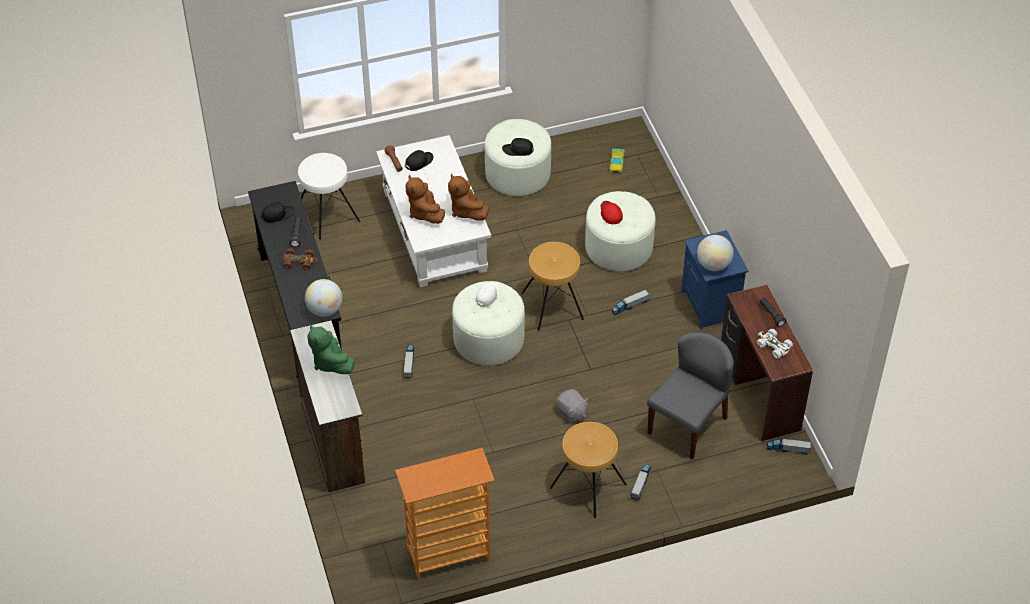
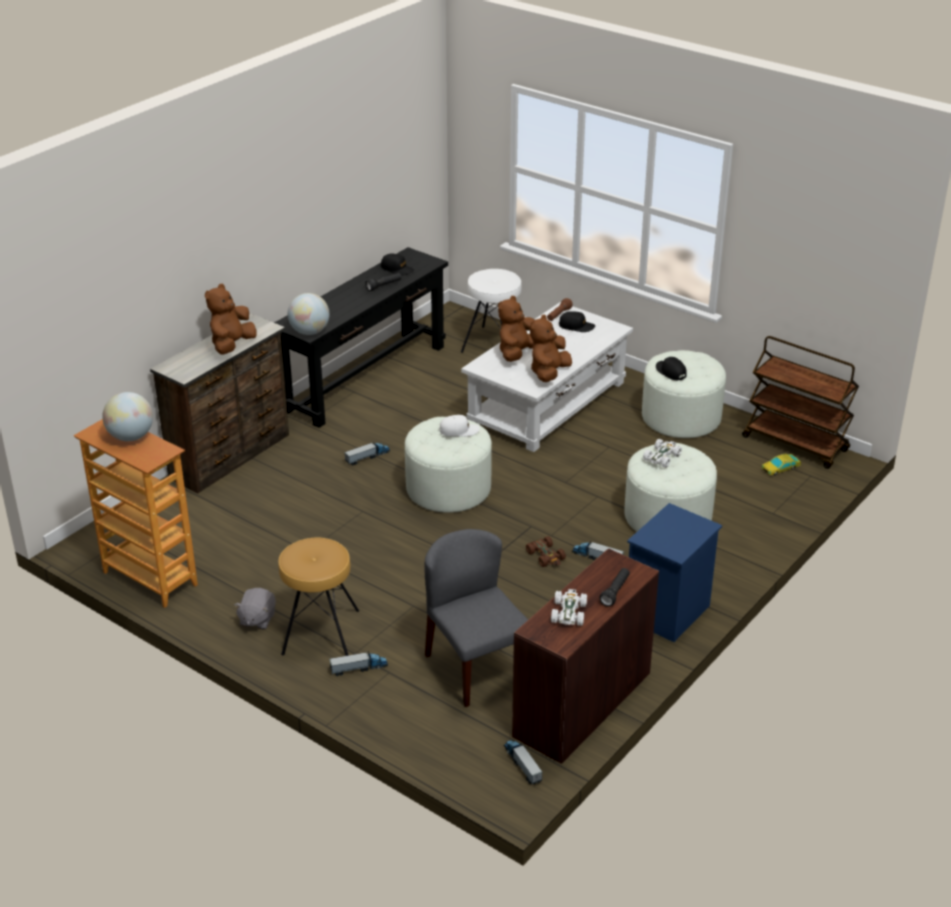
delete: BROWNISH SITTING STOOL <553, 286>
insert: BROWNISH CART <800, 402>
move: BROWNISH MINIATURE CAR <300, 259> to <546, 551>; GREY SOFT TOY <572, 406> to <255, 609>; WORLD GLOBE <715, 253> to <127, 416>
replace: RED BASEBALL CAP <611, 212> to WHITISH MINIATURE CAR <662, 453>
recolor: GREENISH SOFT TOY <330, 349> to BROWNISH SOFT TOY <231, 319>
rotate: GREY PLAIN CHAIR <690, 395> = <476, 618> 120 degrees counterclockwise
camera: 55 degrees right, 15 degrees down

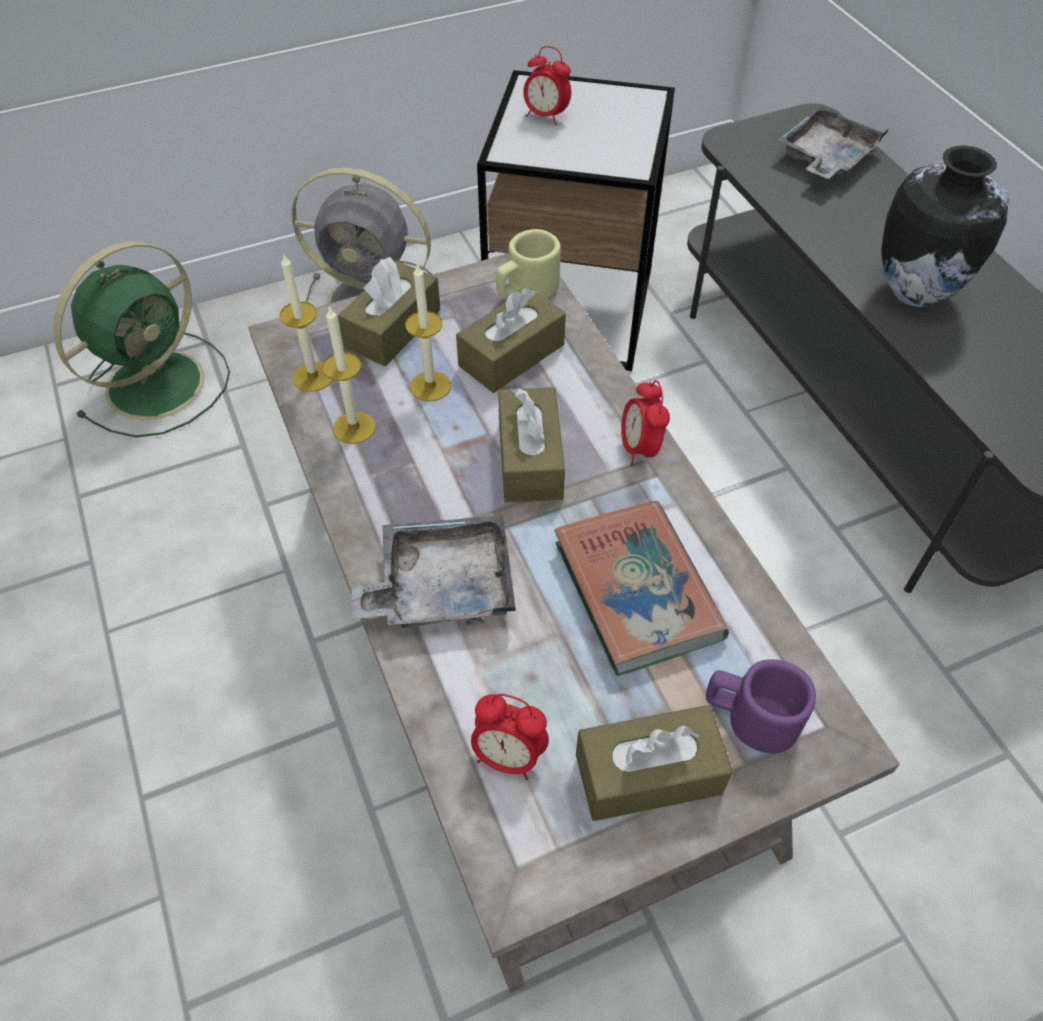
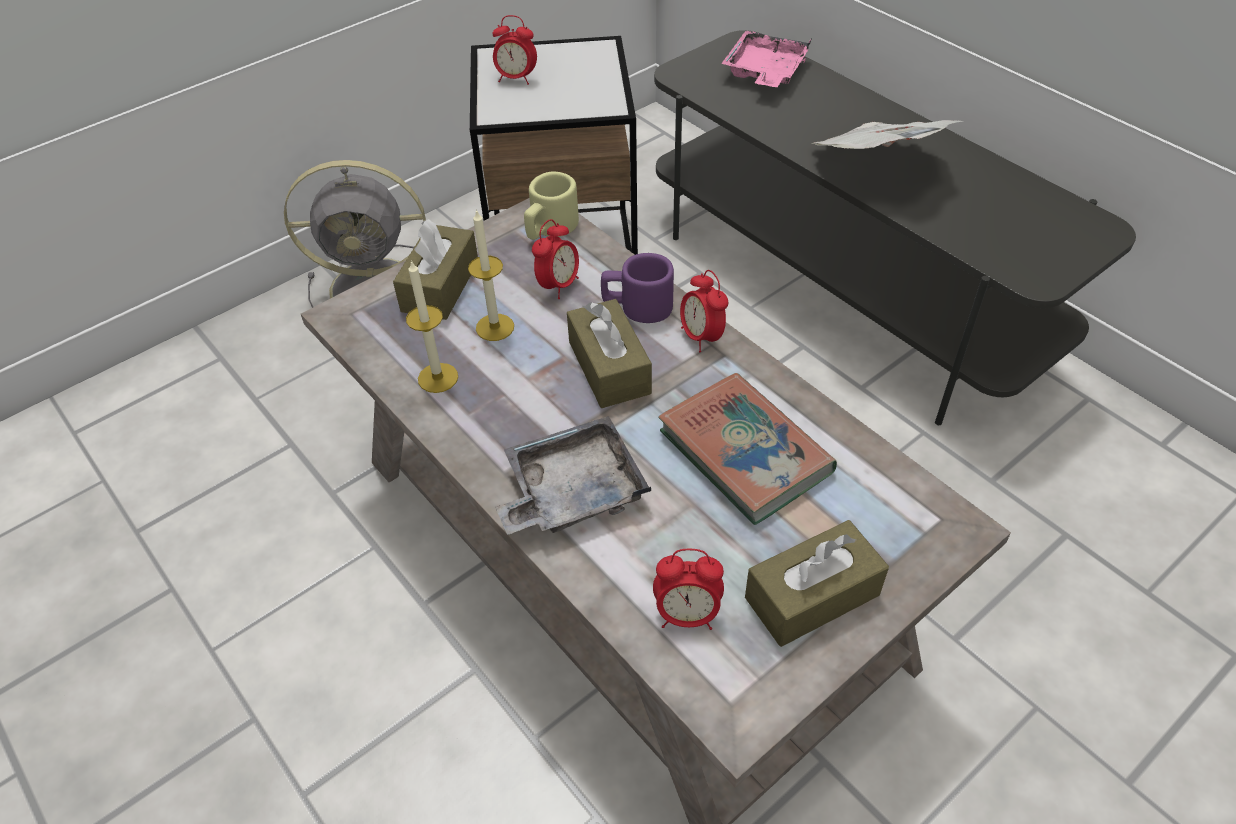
delete: GREENISH FAN <141, 339>; WAX LIGHT <306, 322>
move: PURPLISH MUG <761, 706> to <637, 288>
replace: BROWNISH TISSUE HOLDER <511, 340> to TABLE CLOCK <555, 259>; VASE <945, 226> to NEWSPAPER <888, 134>
recolor: GREY TRAY <832, 142> to PINK-COLOURED TRAY <766, 58>
camera: 15 degrees left, 5 degrees down

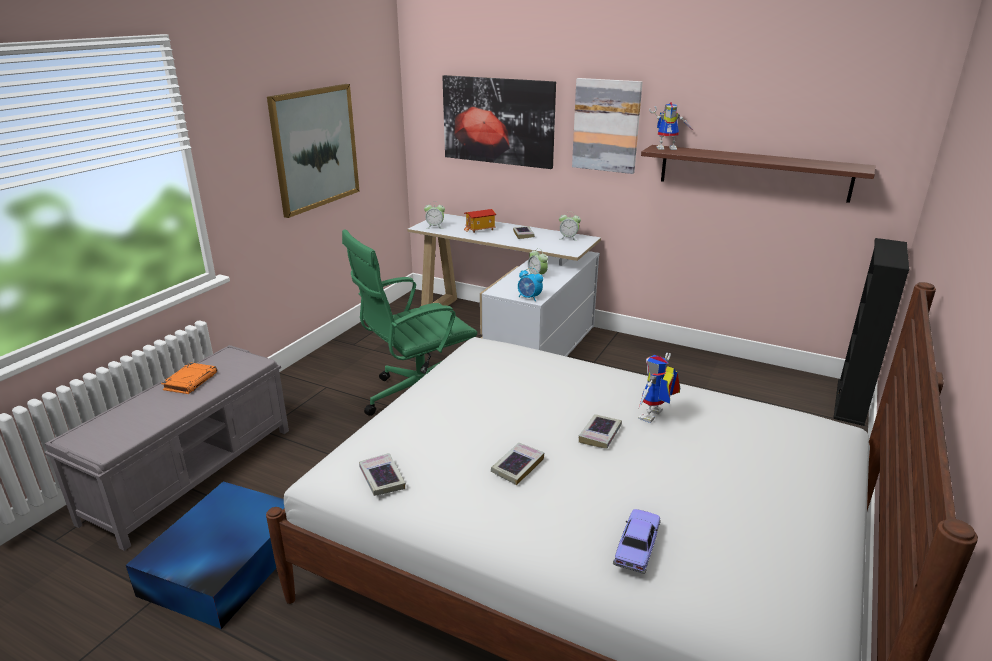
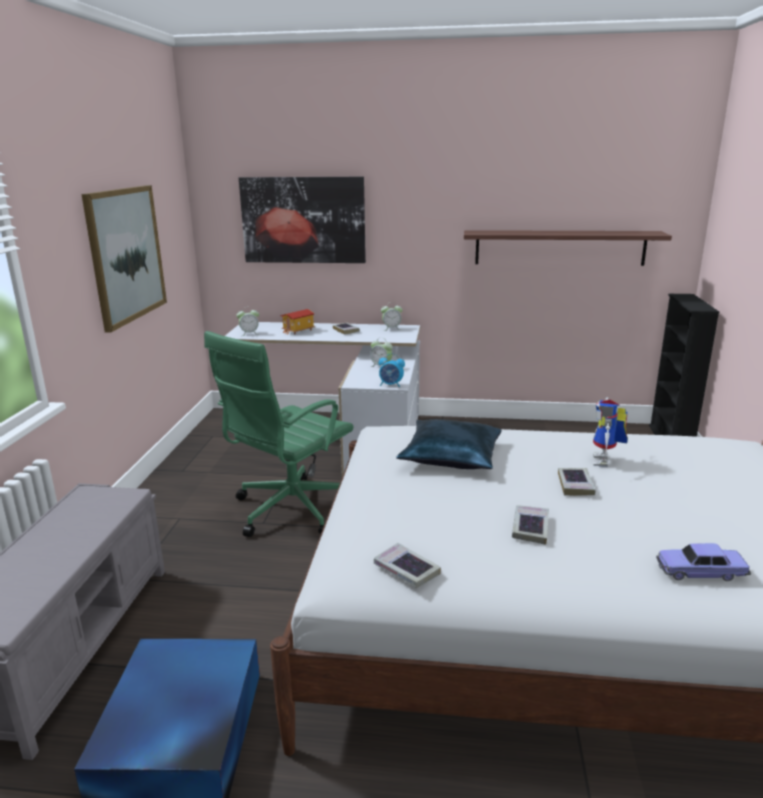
delete: ORANGE BOOK <189, 378>; WALL ART <607, 126>; ROBOT FIGURE <671, 126>
insert: BLUISH CUSHION <449, 444>
rotate: MINIATURE CAR <637, 541> = <703, 562> 90 degrees counterclockwise
camera: 20 degrees left, 5 degrees down

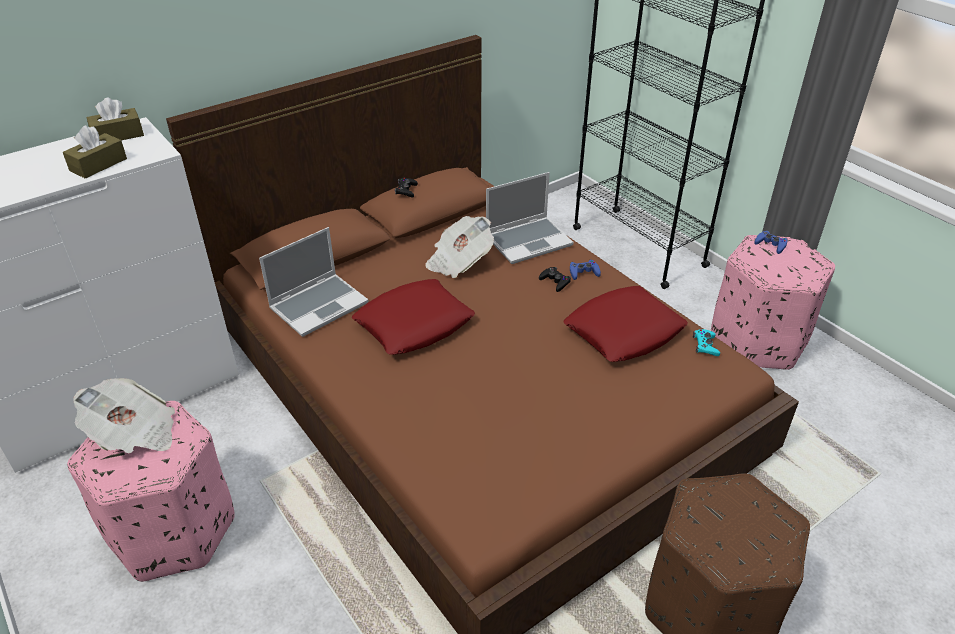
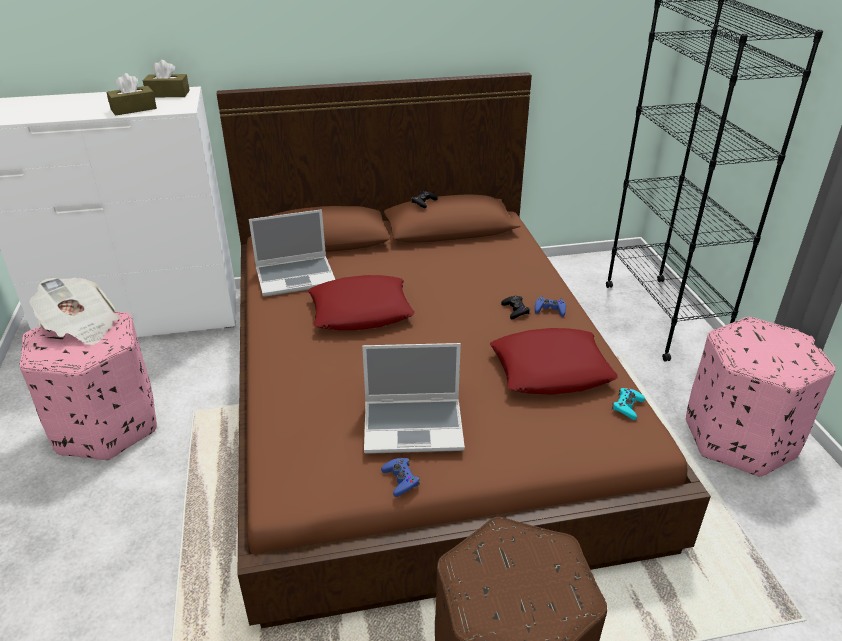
delete: NEWSPAPER <459, 247>
move: LAPTOP <530, 218> to <413, 398>; BLUISH GAME CONTROLLER <771, 242> to <400, 477>
camera: 25 degrees right, 5 degrees down

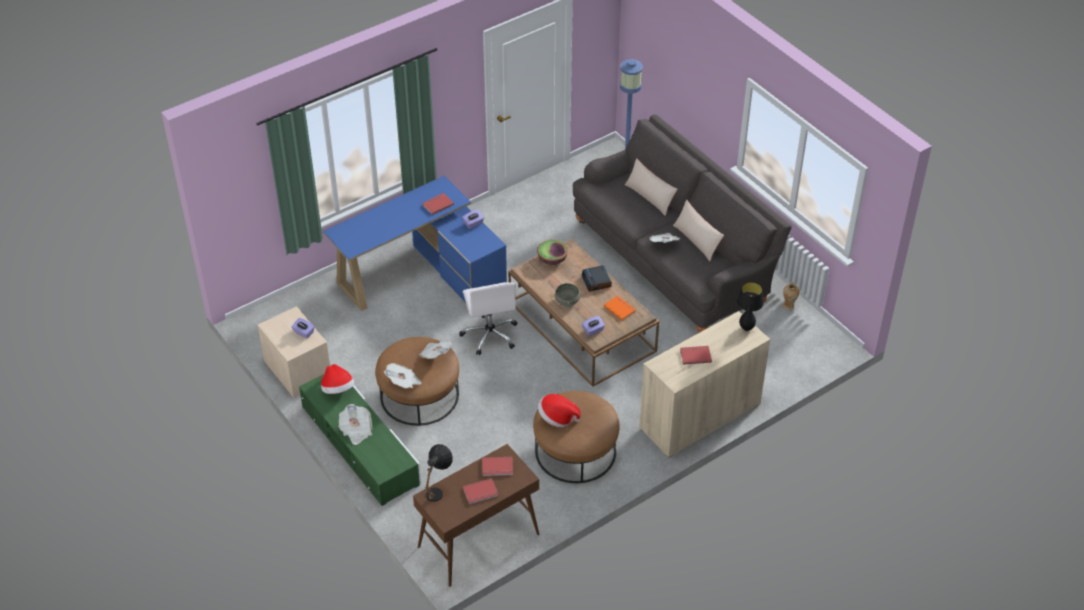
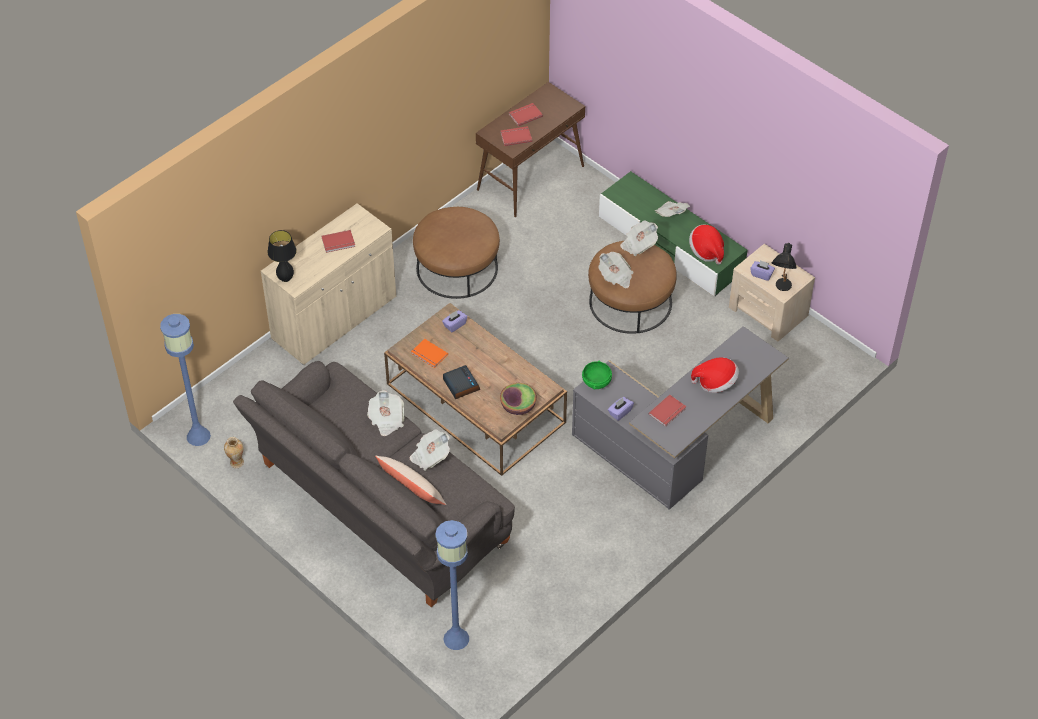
delete: WHITISH OFFICE CHAIR <488, 318>; GREY BOWL <567, 295>; SAND-COLOURED CUSHION <698, 230>
insert: BLUISH FLOOR LAMP <185, 380>; NEWSPAPER <430, 450>; GREENISH BOWL <597, 375>
move: BLACK-COLOURED TABLETOP LAMP <439, 473> to <784, 267>; WEARABLE HAT <559, 410> to <715, 375>
recolor: BLUISH DESK UNIT <415, 243> to GREY DESK UNIT <680, 418>
camera: 170 degrees right, 5 degrees up

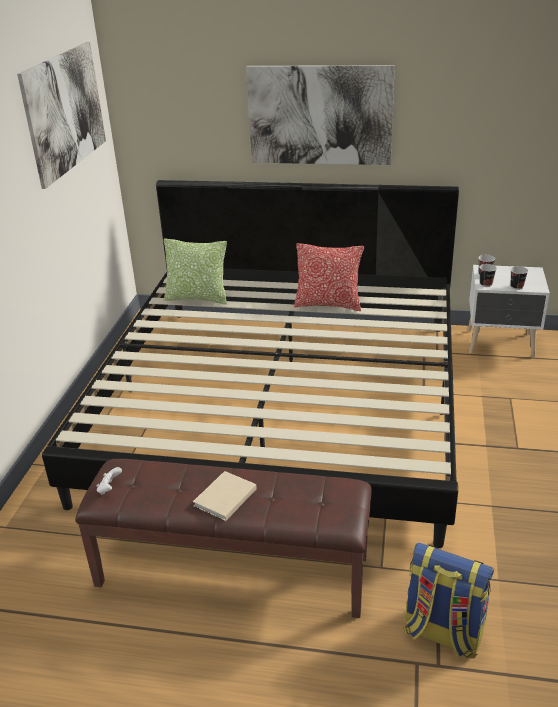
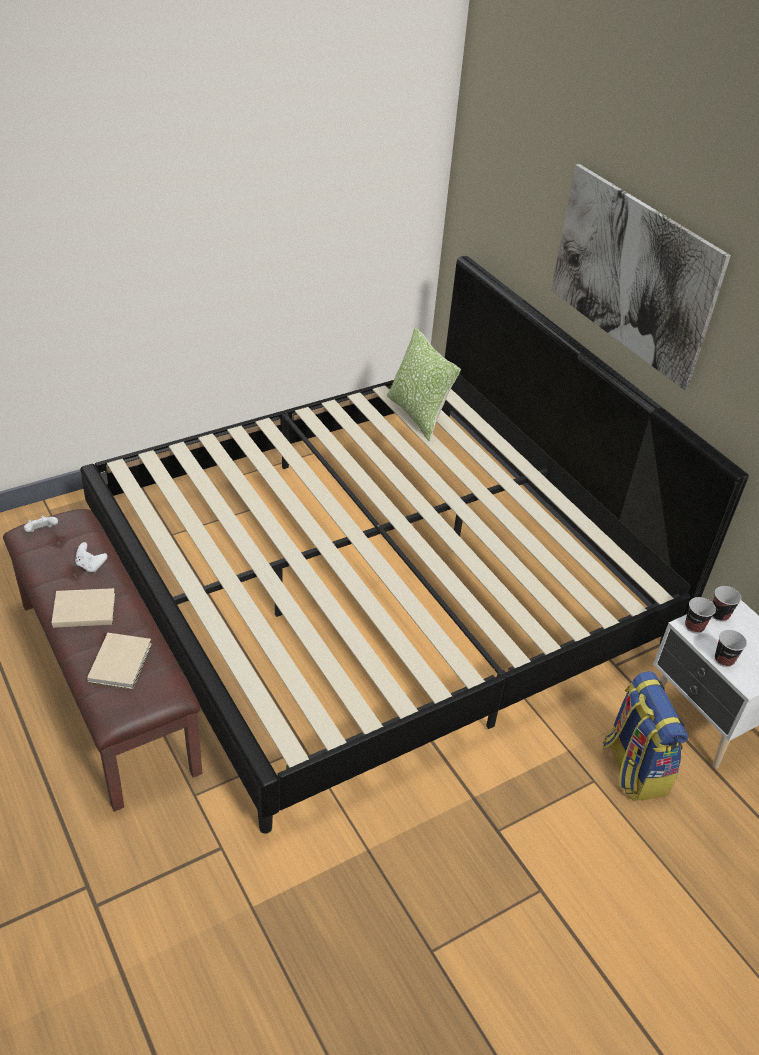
delete: WALL ART <61, 115>; CUSHION <329, 277>
insert: WHITISH GAME CONTROLLER <91, 557>; SAND-COLOURED BOOK <119, 661>
move: KNAPSACK <448, 600> to <645, 736>
camera: 45 degrees right, 10 degrees up

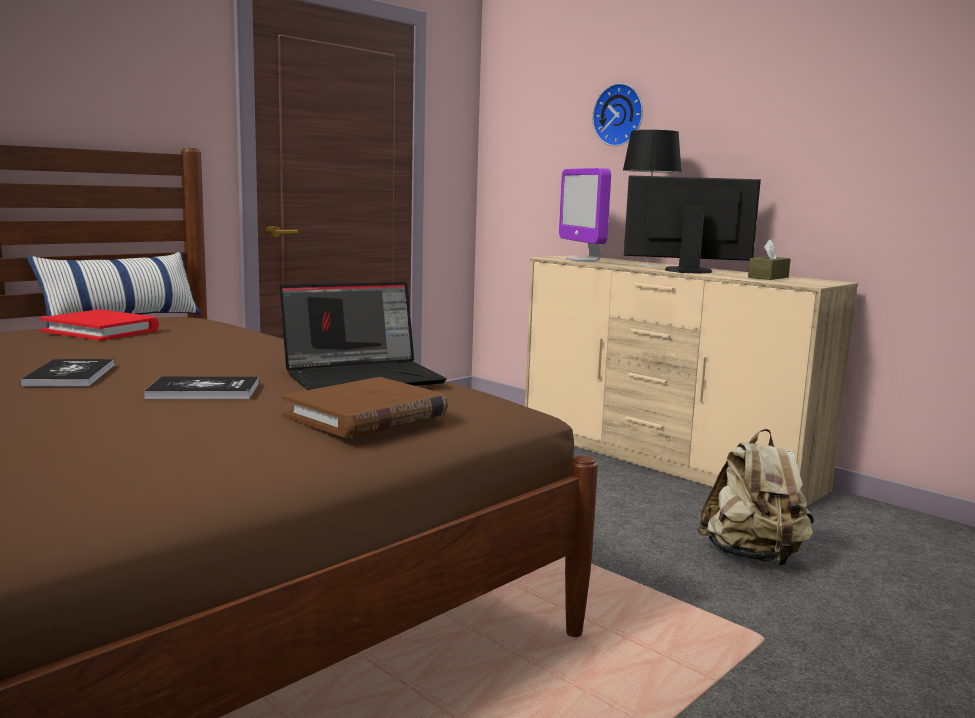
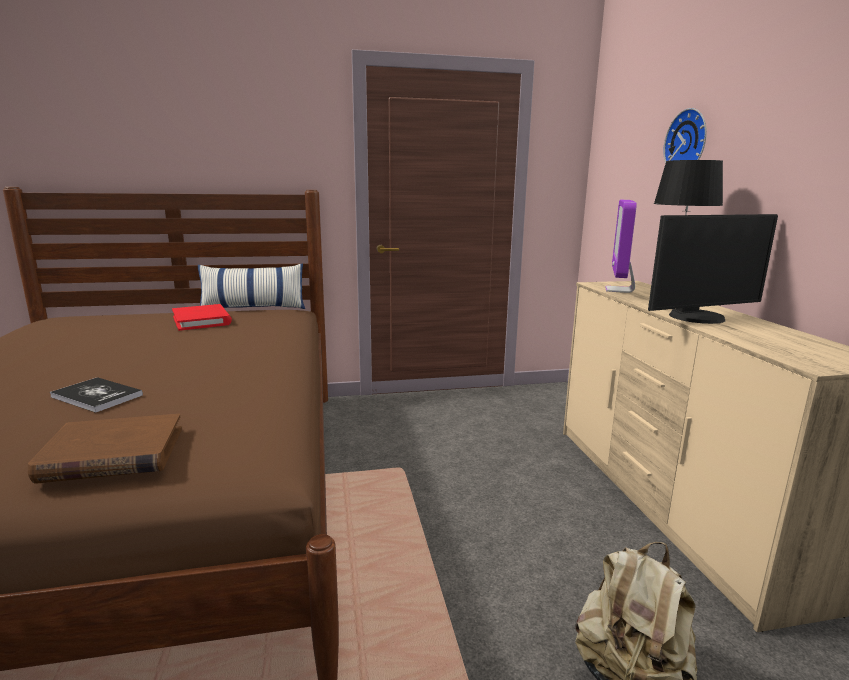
delete: BOOK <67, 373>; LAPTOP <363, 336>; BROWNISH TISSUE HOLDER <769, 259>
rotate: MONITOR <692, 224> = <713, 269> 120 degrees clockwise
camera: 35 degrees right, 5 degrees up

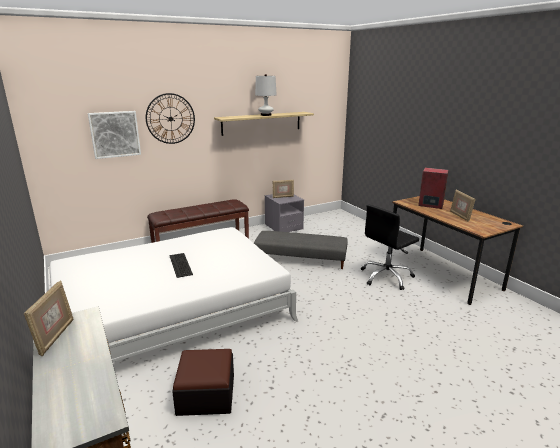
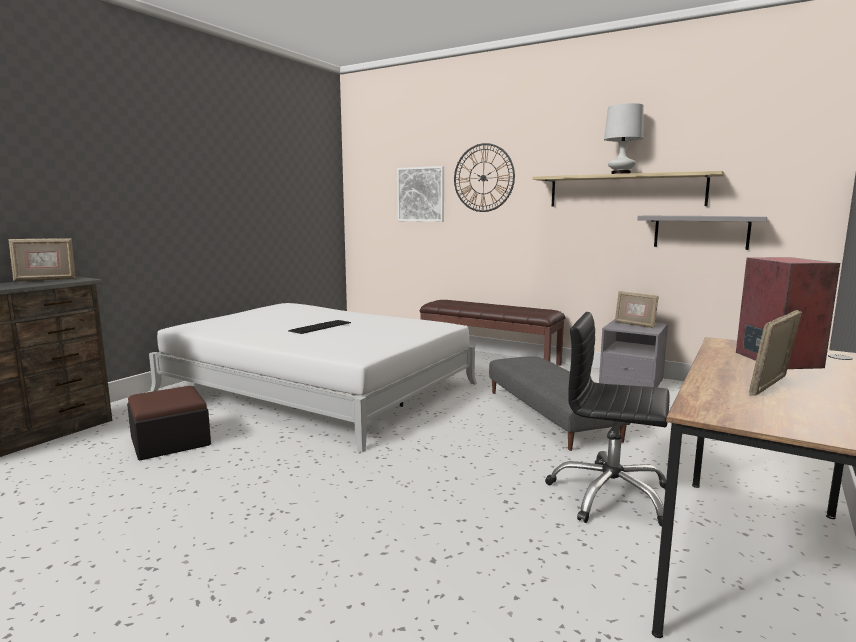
insert: GREY SHELF <702, 233>
camera: 60 degrees right, 10 degrees down

